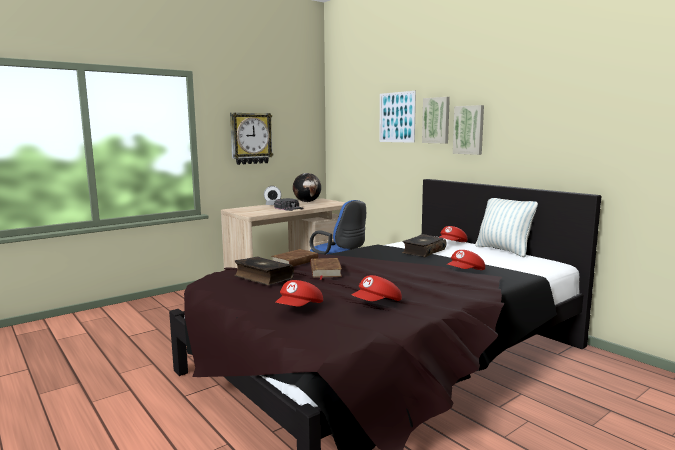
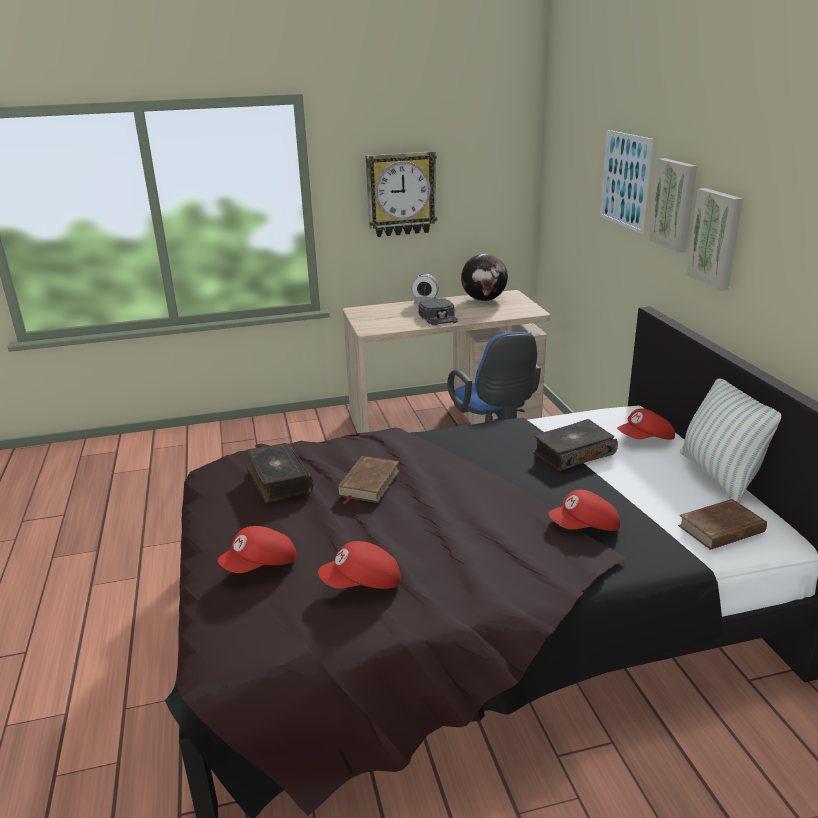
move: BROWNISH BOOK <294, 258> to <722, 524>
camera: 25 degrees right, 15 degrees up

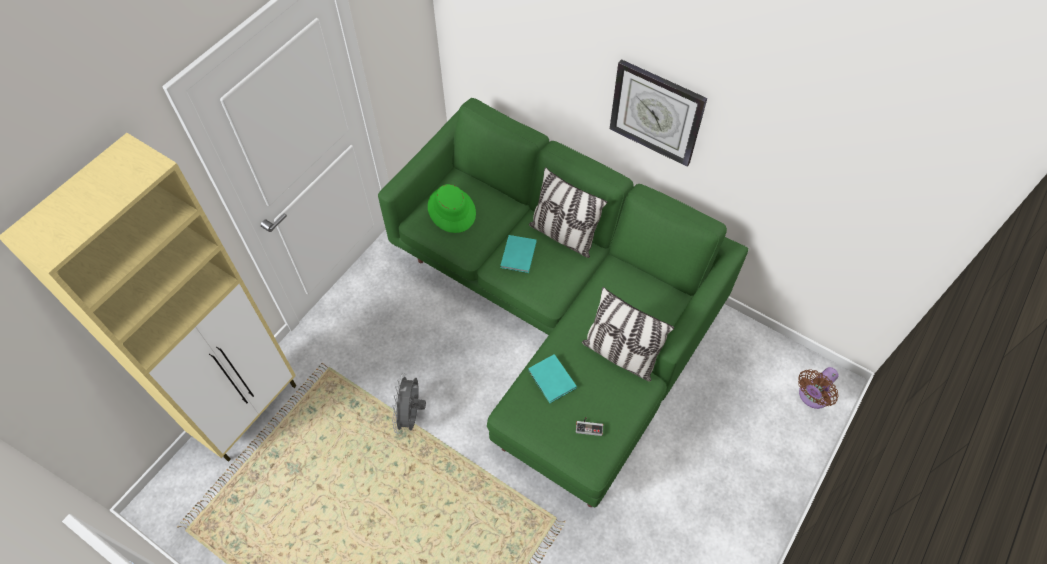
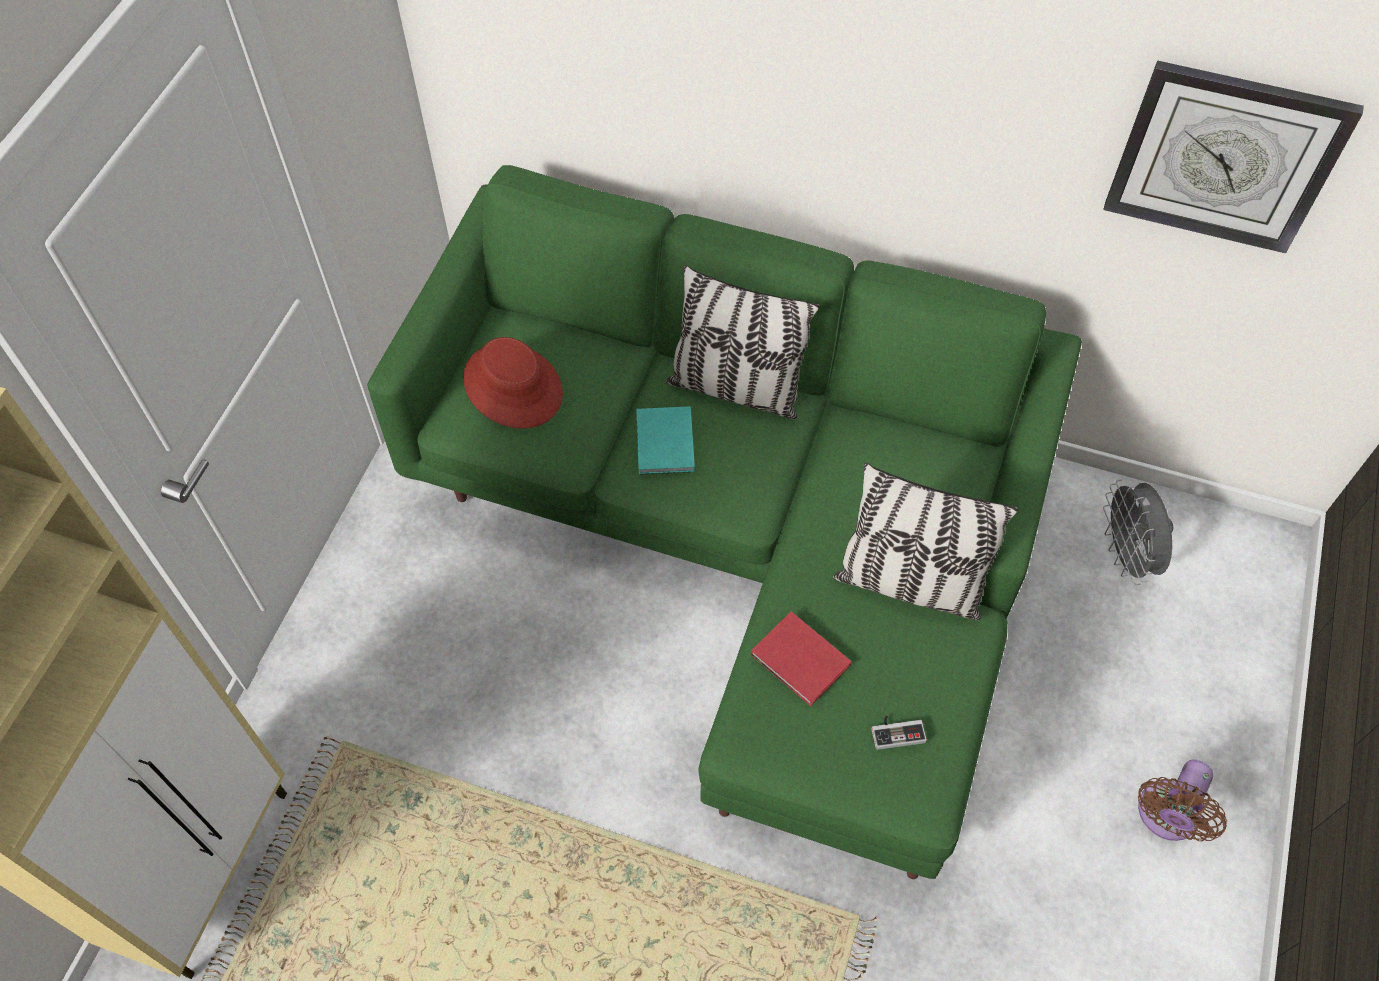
move: GREY FAN <409, 403> to <1138, 532>; CLOCK ON THE WALL <658, 113> to <1233, 157>; BROWNISH FAN <818, 388> to <1182, 800>
recolor: GREENISH WEARABLE HAT <452, 208> to RED WEARABLE HAT <513, 383>; TURQUOISE-COLOURED BOOK <552, 378> to RED BOOK <801, 659>
camera: 15 degrees left, 0 degrees up

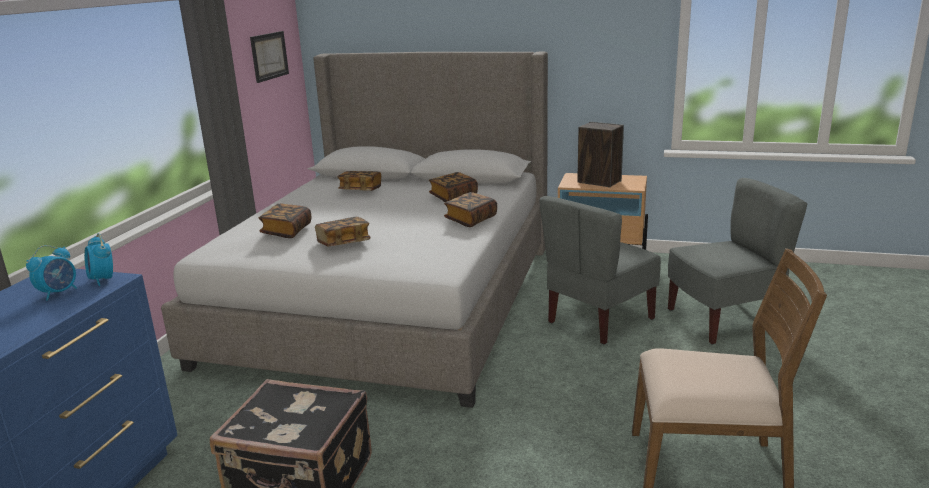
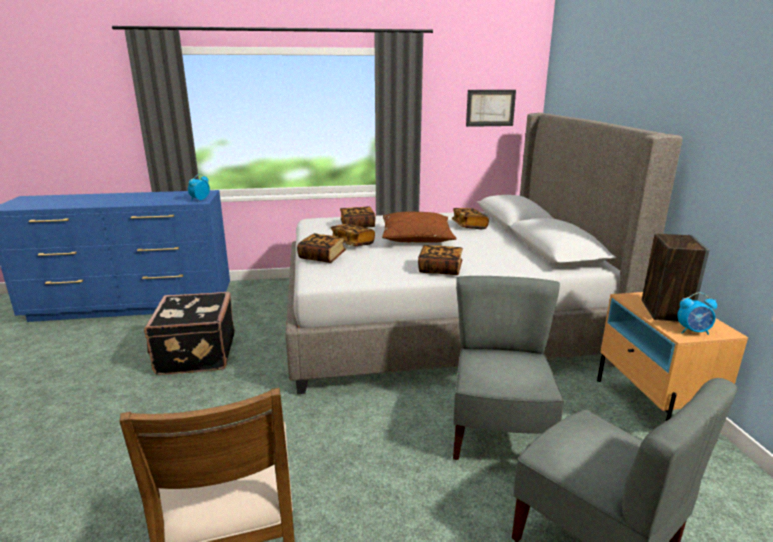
insert: BROWNISH CUSHION <419, 227>
move: TABLE CLOCK <51, 273> to <697, 314>; BOOK <453, 187> to <321, 248>
rotate: GREY PLAIN CHAIR <600, 270> = <508, 368> 75 degrees clockwise
camera: 65 degrees right, 0 degrees up

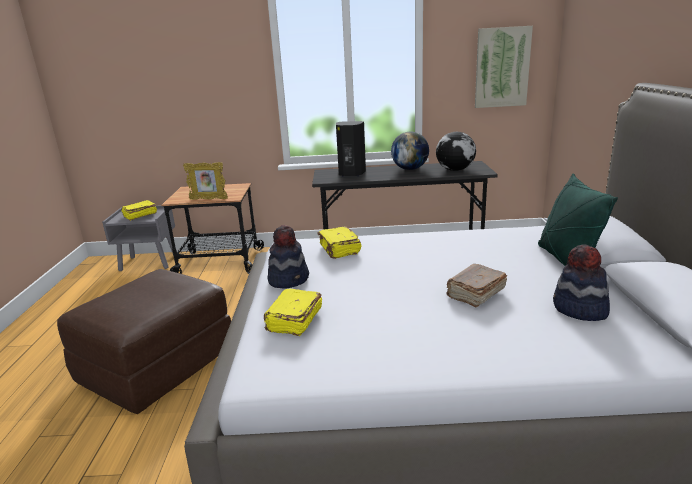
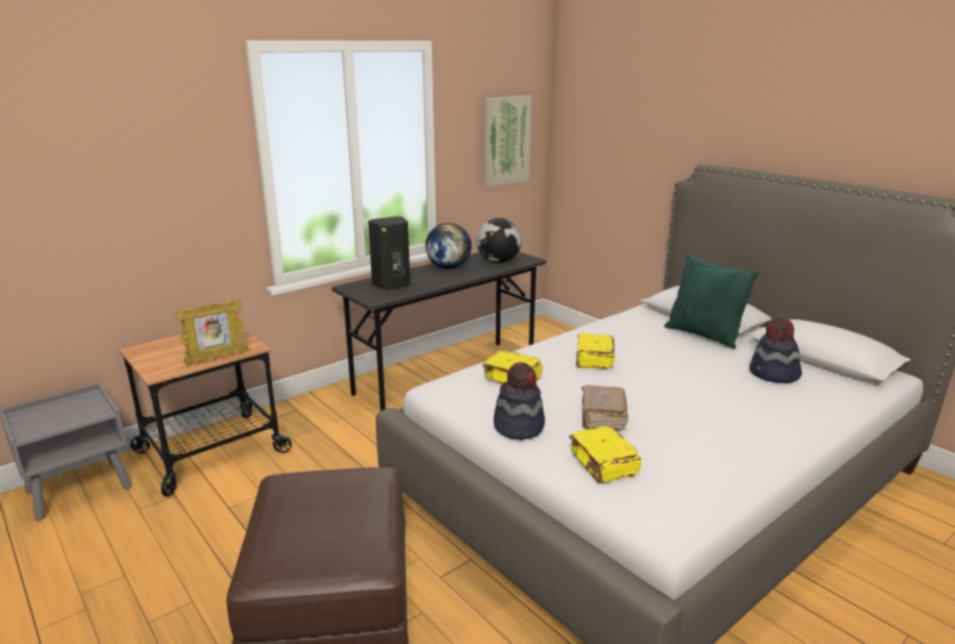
move: YELLOWISH BOOK <139, 210> to <595, 351>; BROWNISH BOOK <476, 285> to <605, 408>
camera: 40 degrees left, 0 degrees up

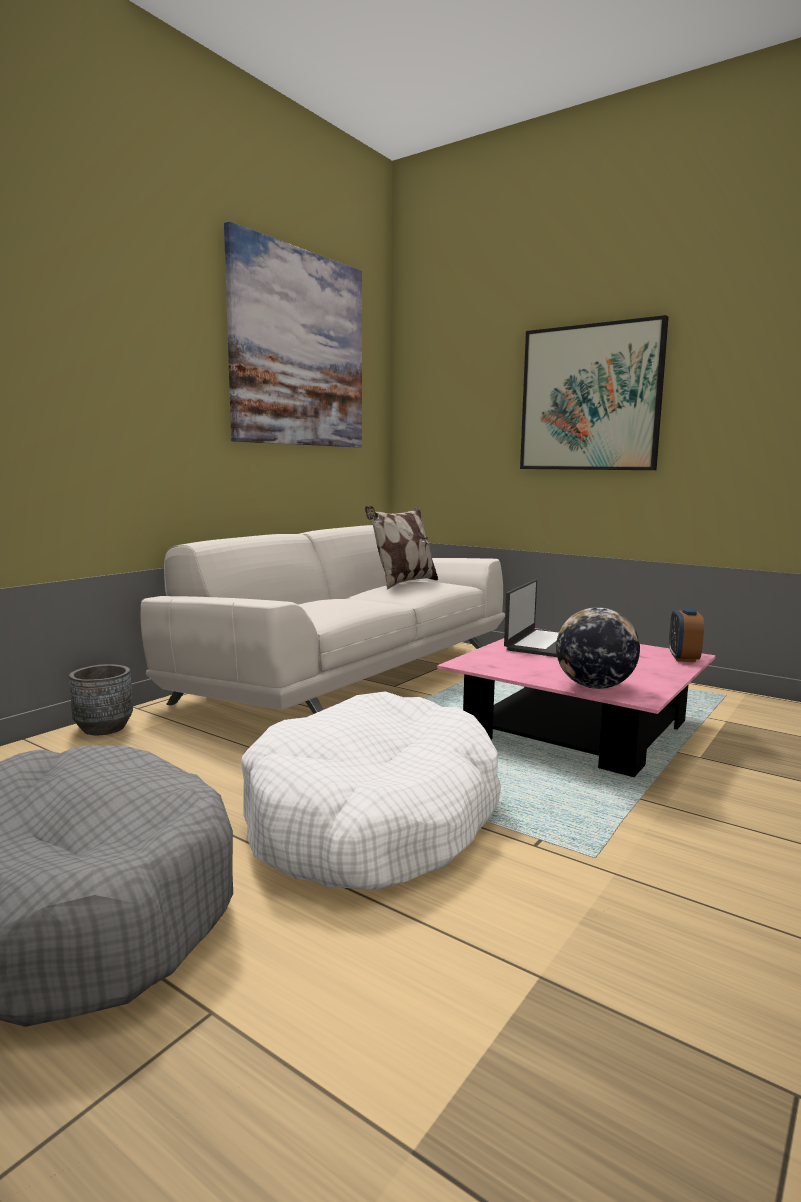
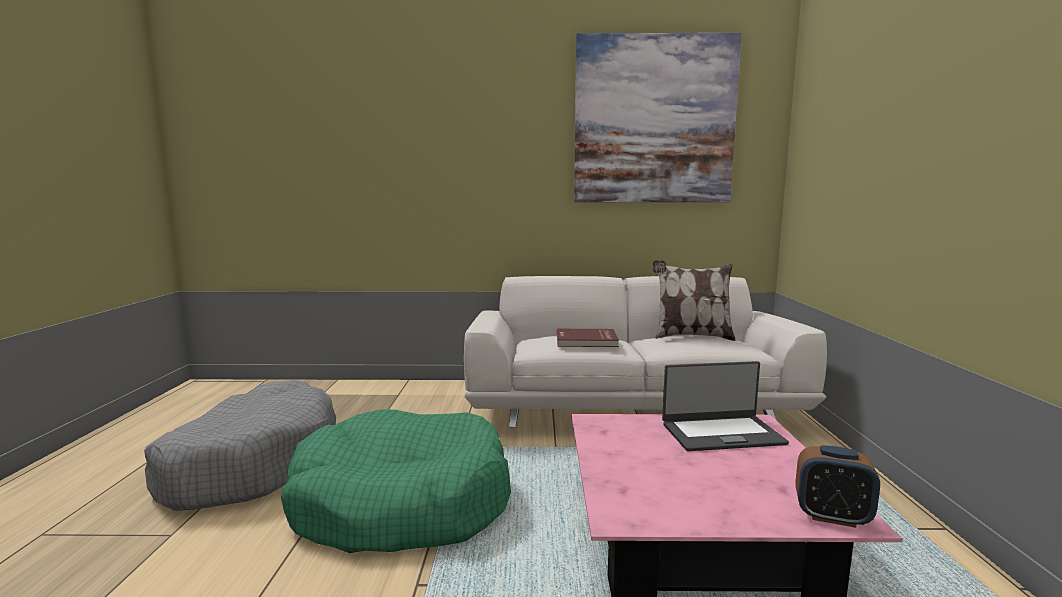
delete: GREY FLOWER POT <101, 699>; WALL ART <594, 392>; WORLD GLOBE <598, 648>
insert: RED BOOK <588, 338>
recolor: WHITISH DOG CUSHION <371, 790> to GREENISH DOG CUSHION <396, 481>
rotate: TABLE CLOCK <686, 634> = <838, 486> 135 degrees counterclockwise
camera: 55 degrees right, 0 degrees up

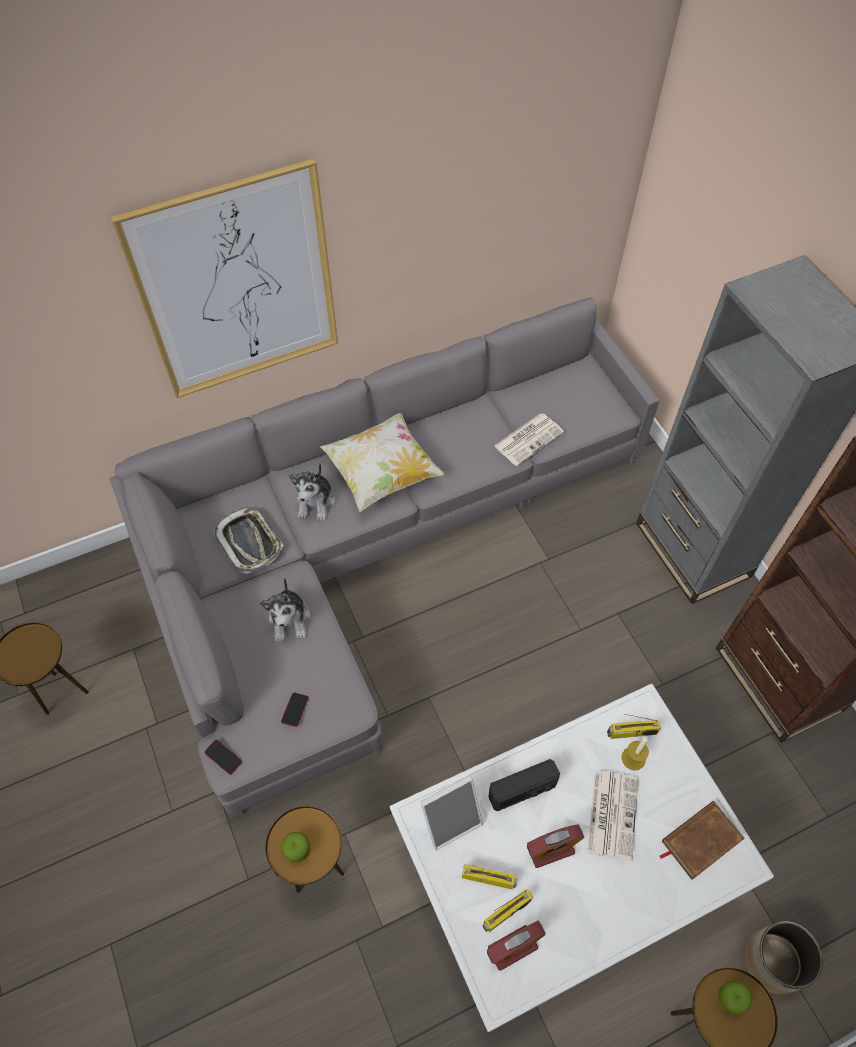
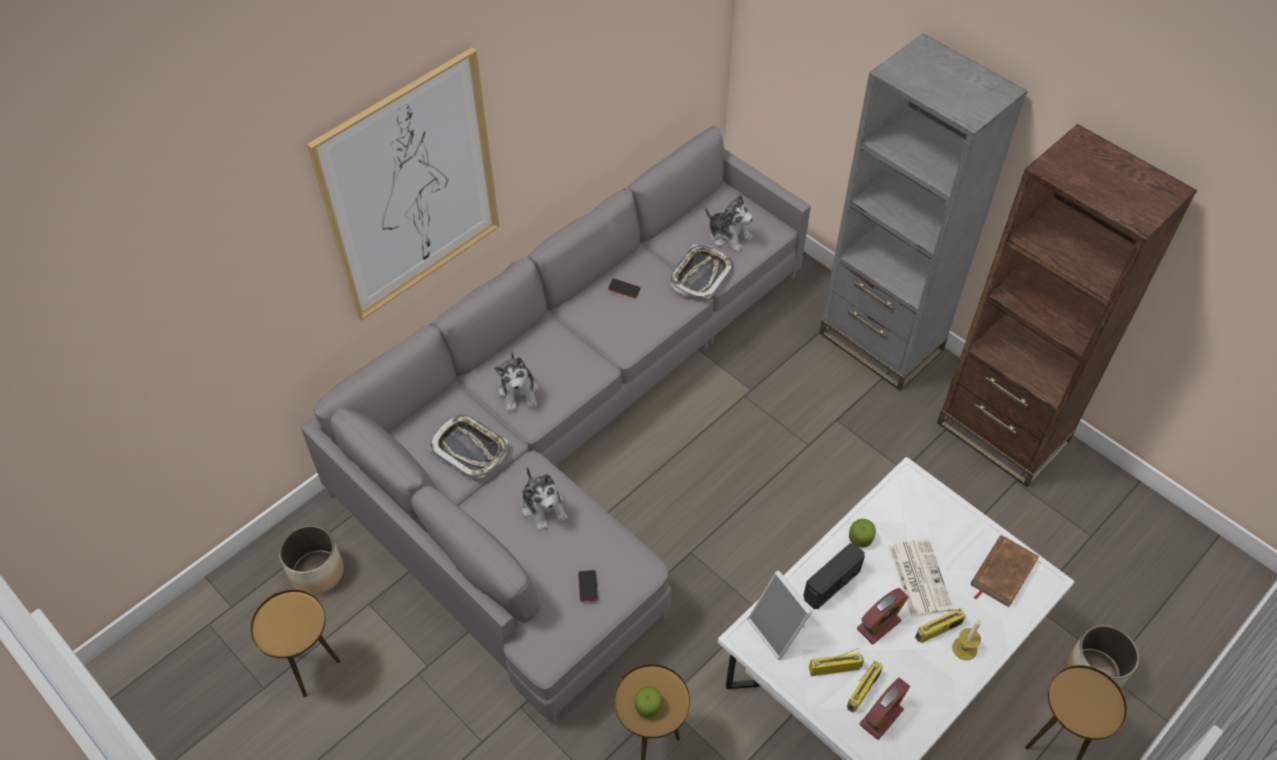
delete: CUSHION <382, 462>
insert: FLOWER POT <311, 560>; SOFT TOY <729, 223>
move: HANDSET <223, 757> to <624, 288>; RADIO SET <634, 726> to <940, 625>; WAX LIGHT <635, 753> to <966, 639>; WHOLE APPLE <735, 998> to <862, 533>
replace: NEWSPAPER <529, 439> to TRAY <701, 272>
rotate: PICTURE FRAME <451, 813> = <779, 615> 105 degrees clockwise
camera: 20 degrees left, 5 degrees down

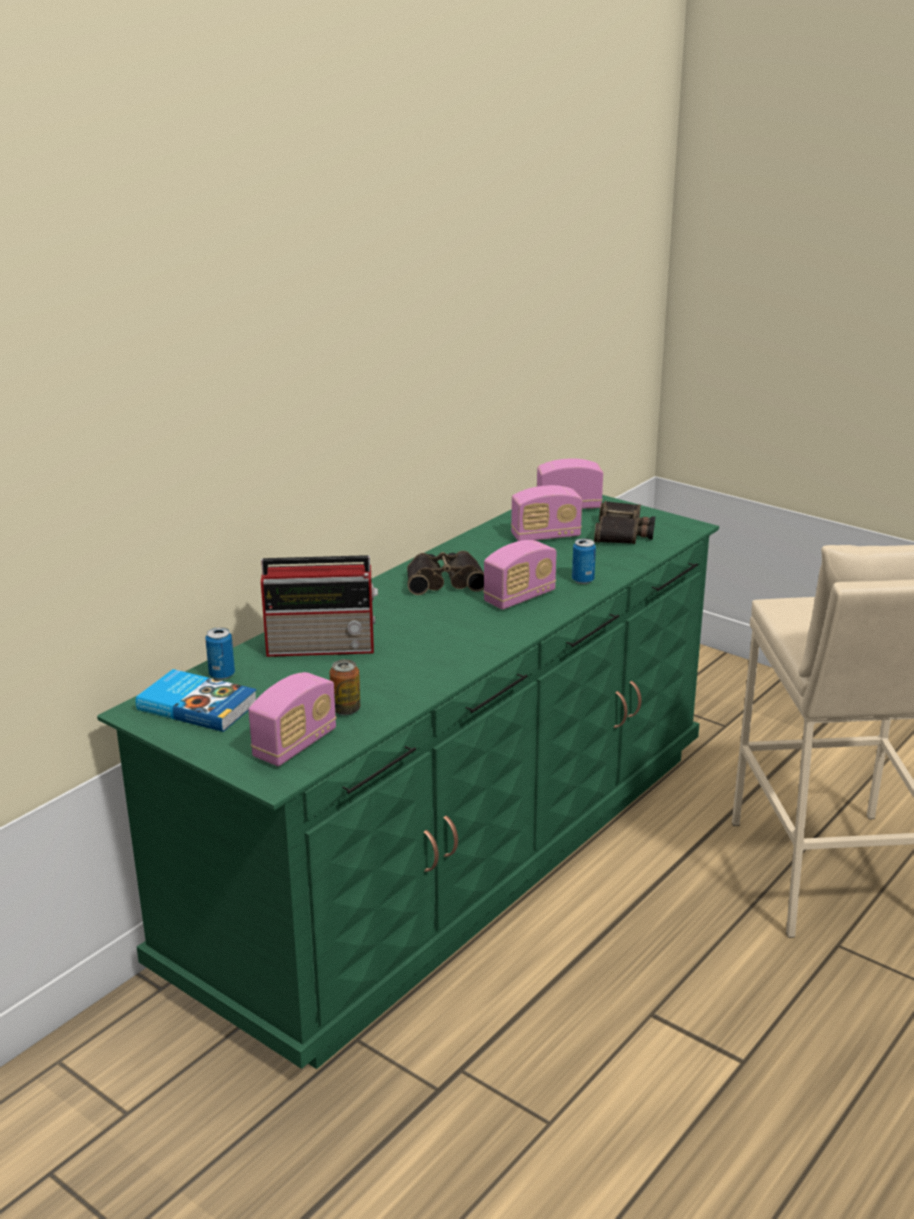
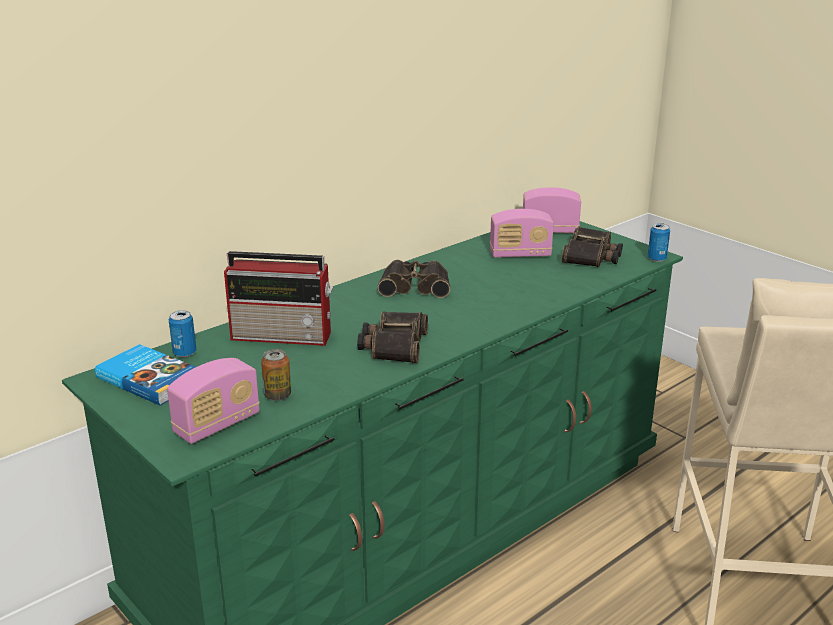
delete: RADIO SET <520, 575>
insert: FIELD GLASSES <392, 337>
move: CAN <584, 561> to <659, 242>
camera: 10 degrees right, 0 degrees up

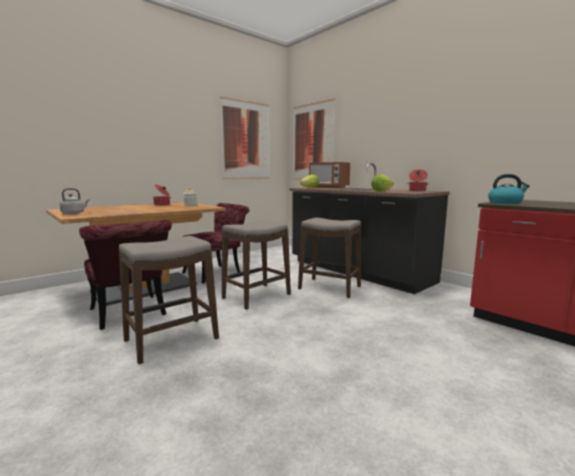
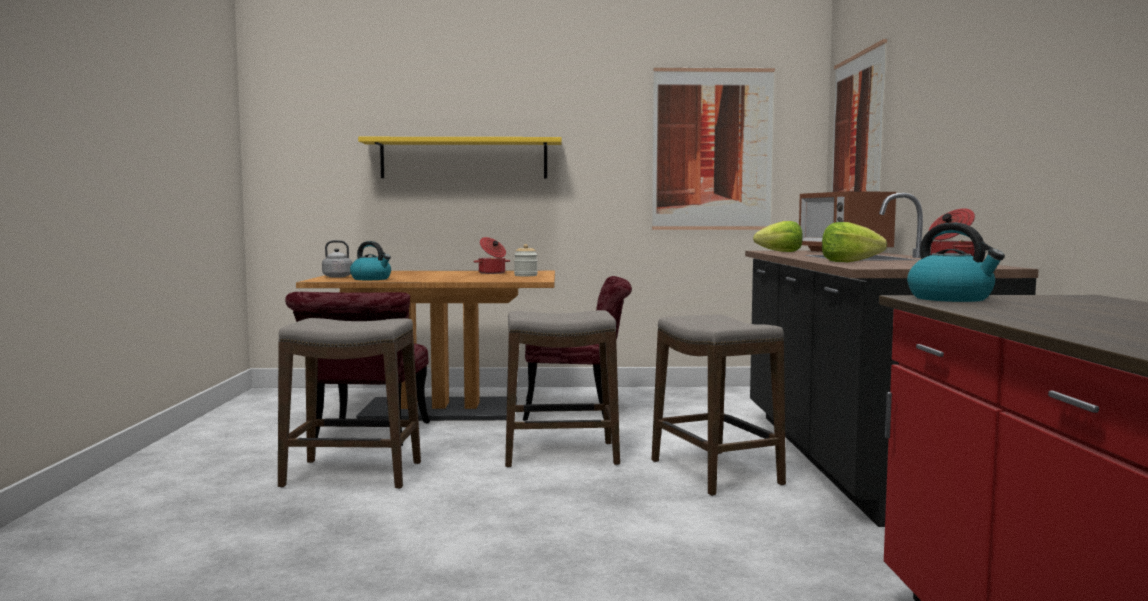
insert: KETTLE <370, 260>; YELLOWISH SHELF <460, 158>
camera: 40 degrees right, 5 degrees down

